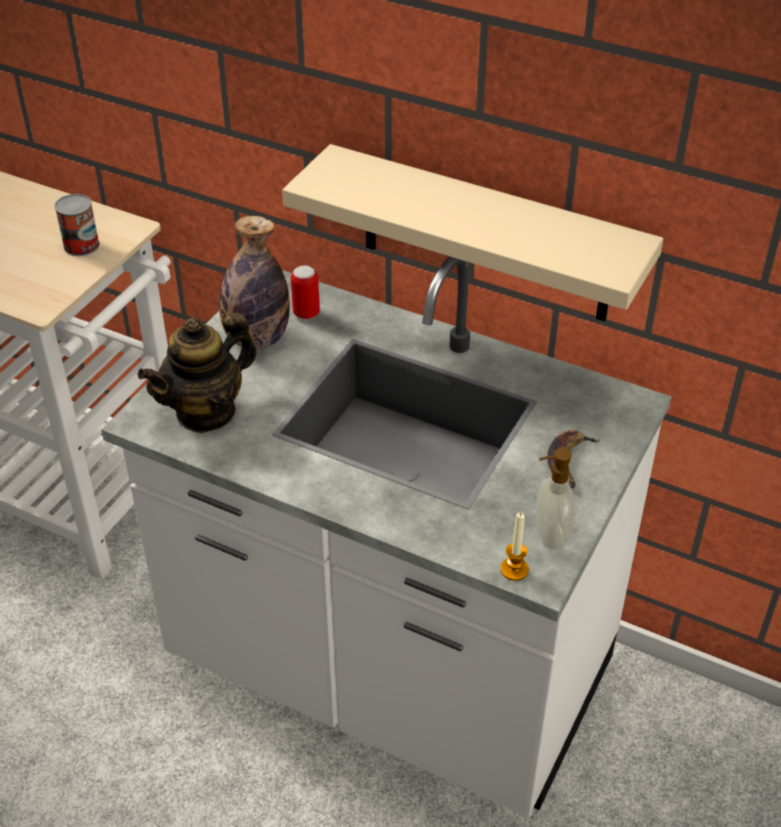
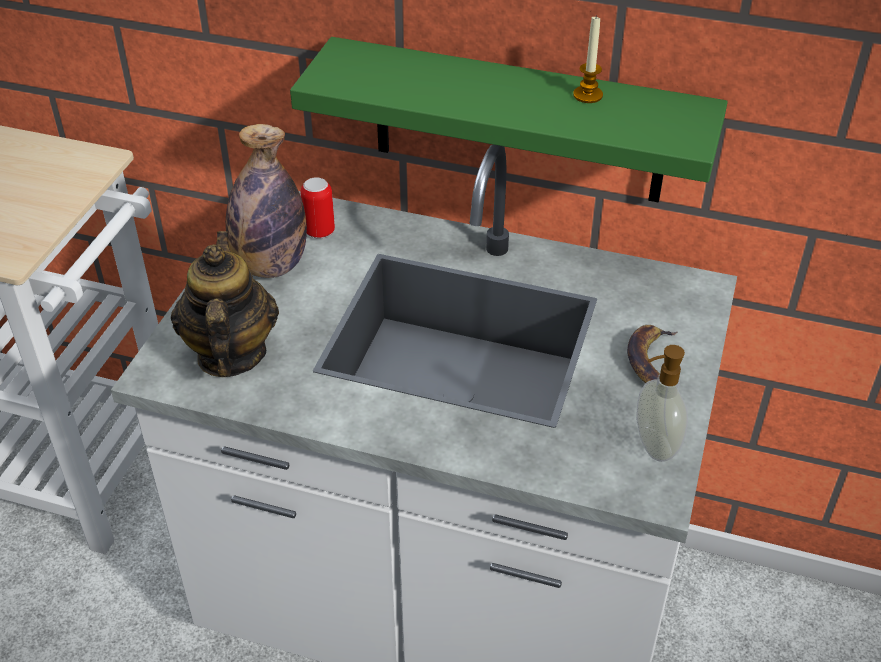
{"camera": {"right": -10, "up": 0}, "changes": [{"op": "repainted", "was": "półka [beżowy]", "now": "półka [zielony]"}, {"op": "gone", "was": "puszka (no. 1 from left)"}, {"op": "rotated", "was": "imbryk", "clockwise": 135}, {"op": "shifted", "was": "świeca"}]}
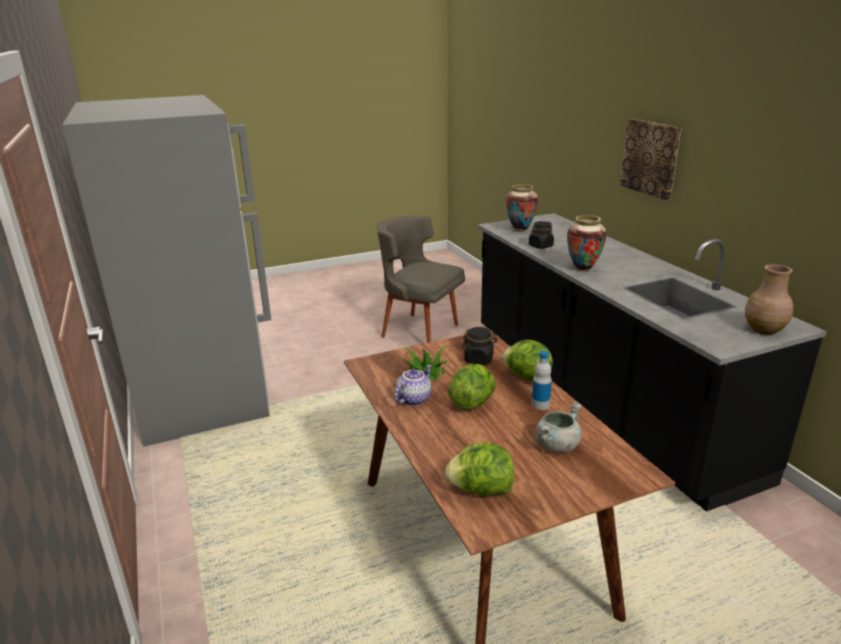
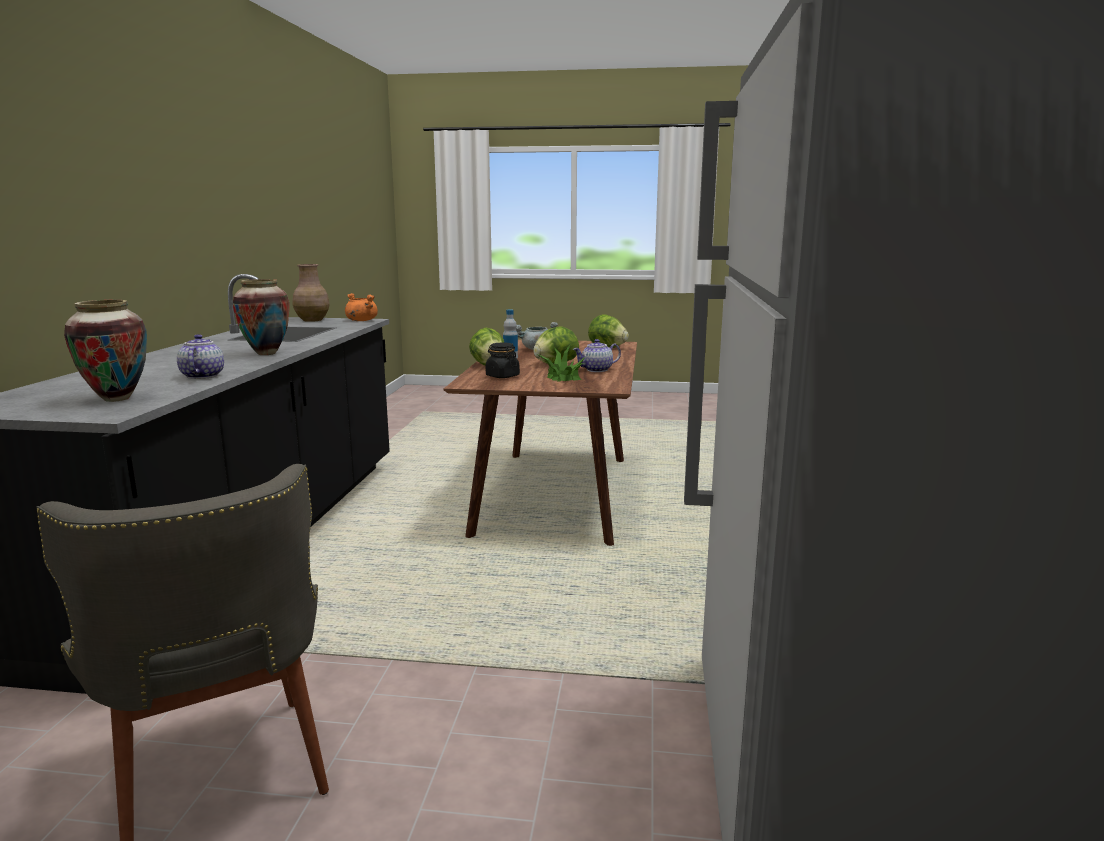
{"camera": {"right": -150, "up": -10}, "changes": [{"op": "gone", "was": "obraz"}, {"op": "swapped", "was": "słoik [czarny] (no. 2 from left)", "now": "imbryk (no. 1 from left)"}, {"op": "new", "now": "garnek [pomarańczowy]"}]}
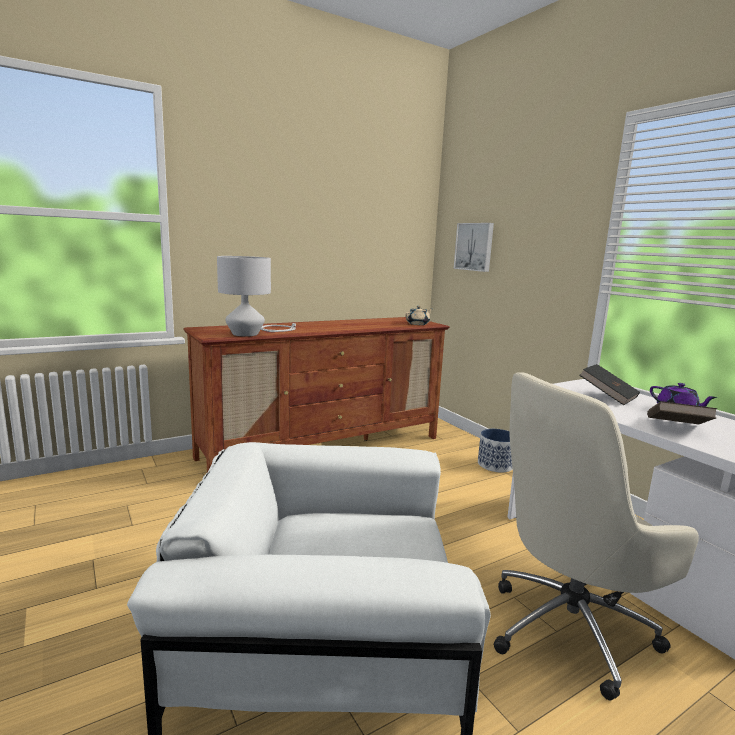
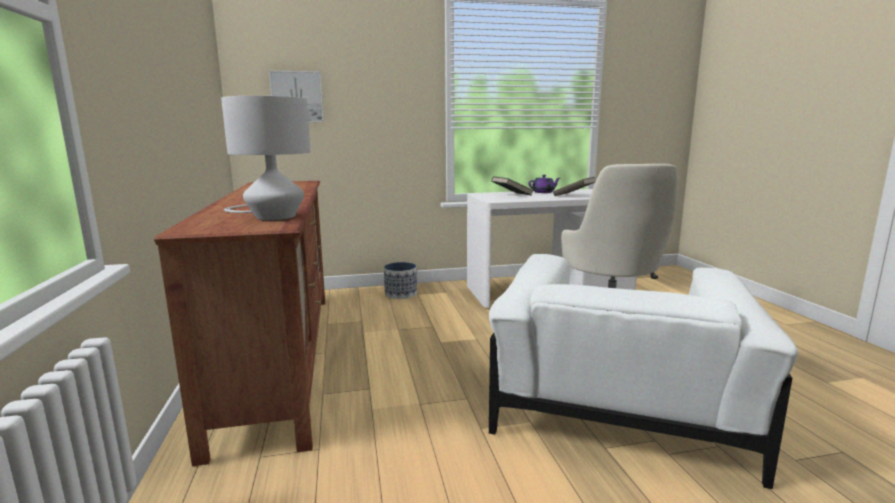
{"camera": {"right": -70, "up": 0}, "changes": [{"op": "gone", "was": "imbryk [beżowy]"}]}
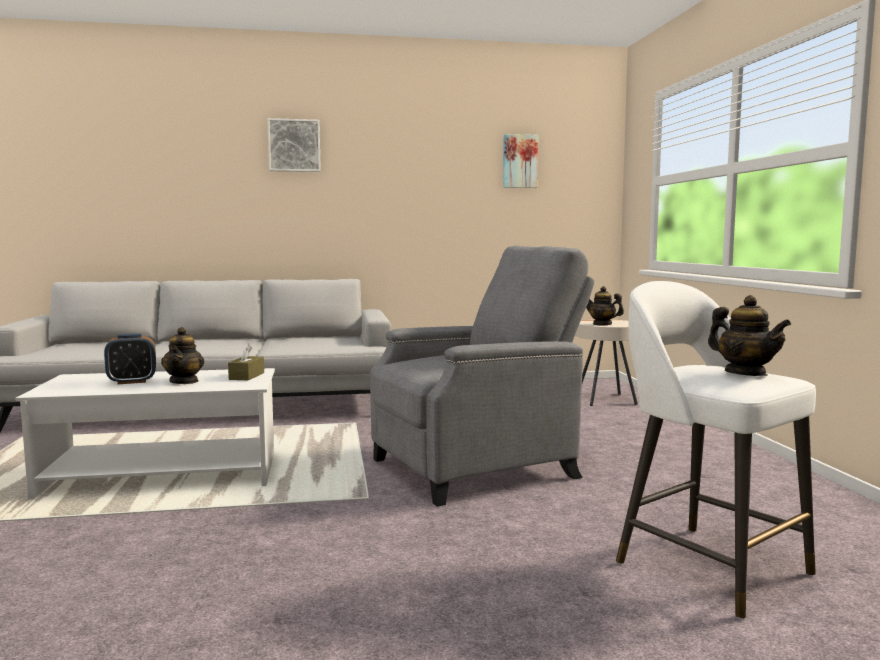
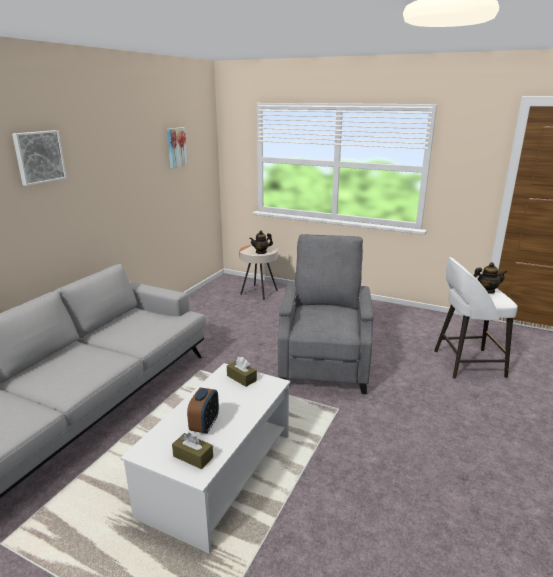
{"camera": {"right": -55, "up": 15}, "changes": [{"op": "gone", "was": "imbryk (no. 1 from left)"}, {"op": "new", "now": "pudełko chusteczek [brązowy] (no. 1 from left)"}]}
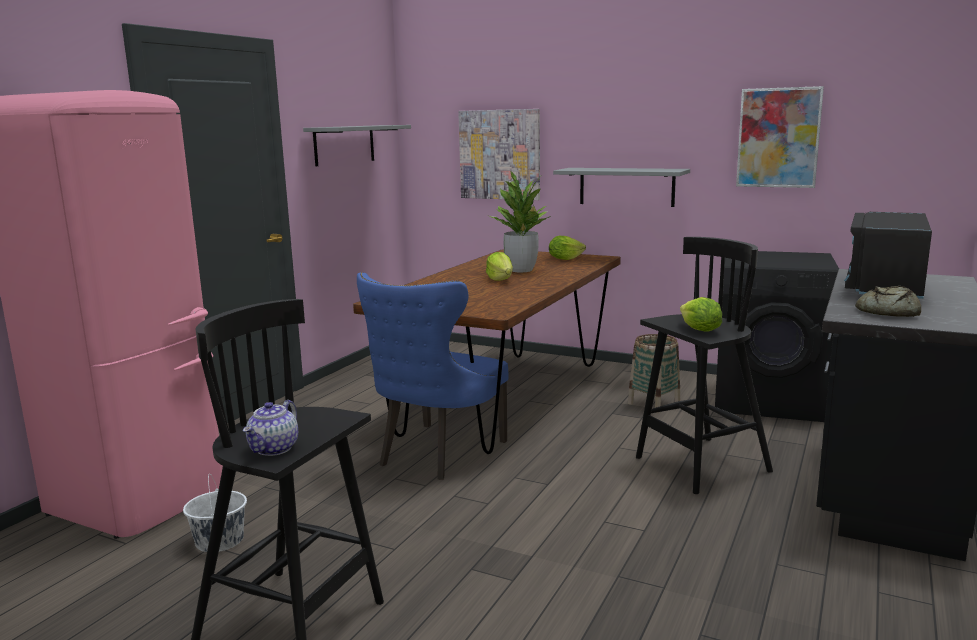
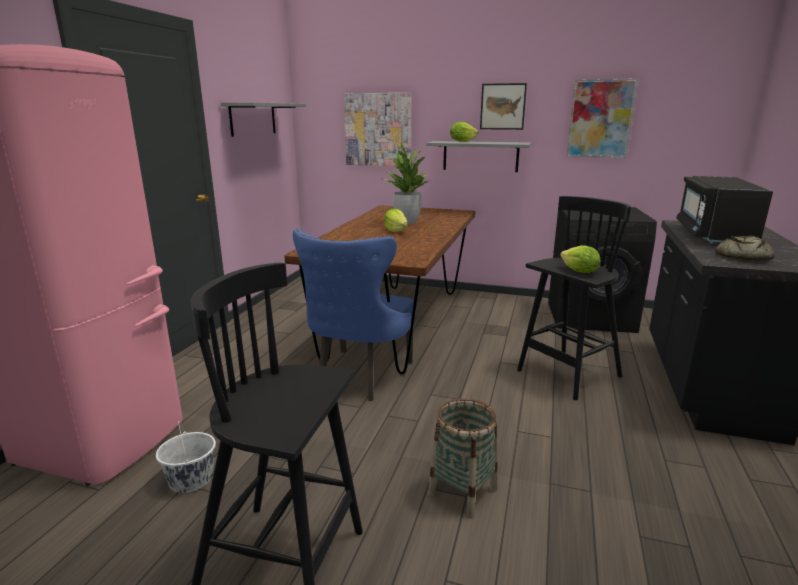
{"camera": {"right": -10, "up": 5}, "changes": [{"op": "shifted", "was": "sałata (no. 2 from left)"}, {"op": "shifted", "was": "koszyk"}, {"op": "gone", "was": "imbryk"}, {"op": "new", "now": "obraz (no. 2 from left)"}]}
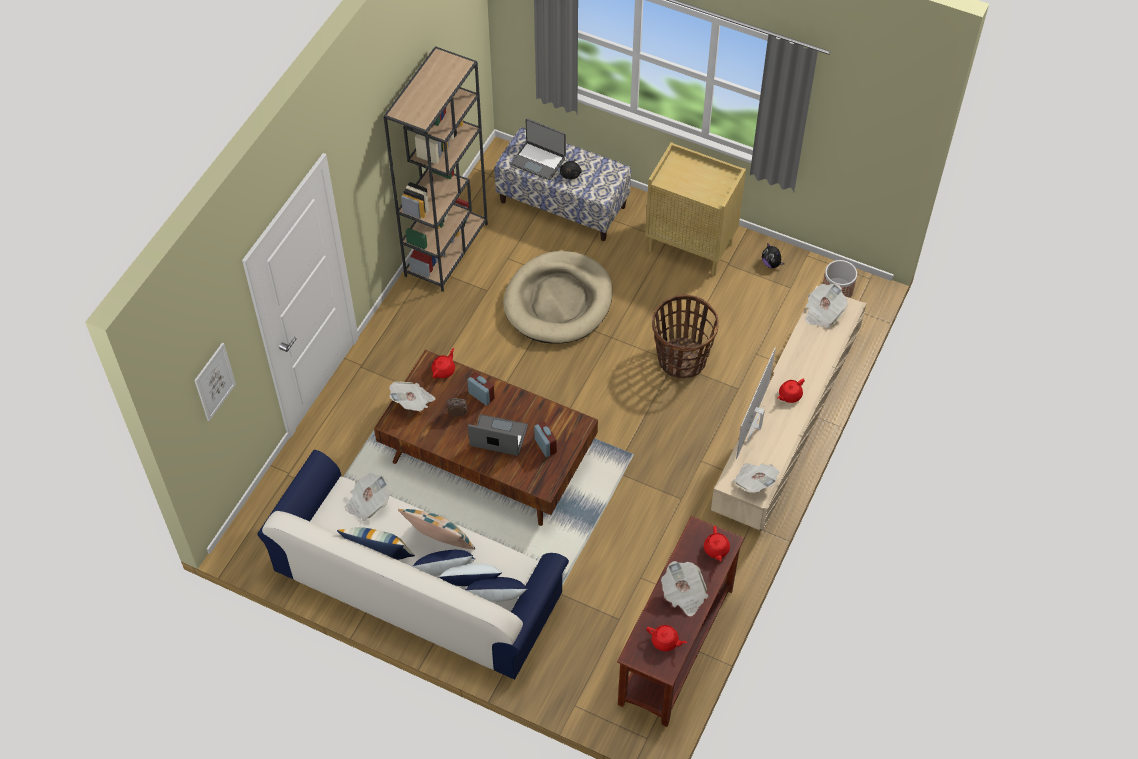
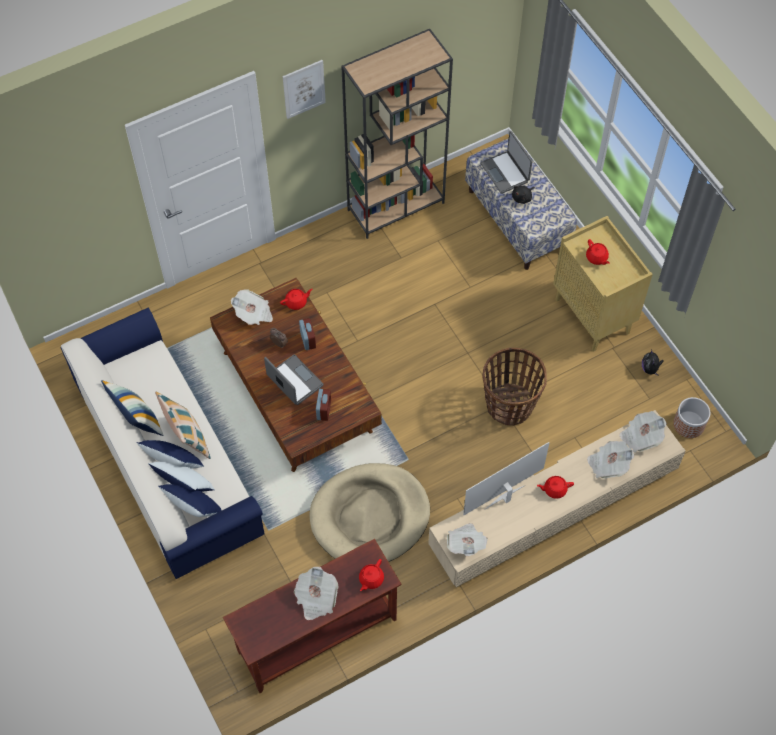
{"camera": {"right": 35, "up": 5}, "changes": [{"op": "shifted", "was": "legowisko [beżowy]"}, {"op": "shifted", "was": "obraz"}, {"op": "shifted", "was": "gazeta (no. 1 from left in the first image)", "now": "gazeta (no. 4 from left)"}, {"op": "shifted", "was": "imbryk [czerwony] (no. 2 from left in the first image)", "now": "imbryk [czerwony] (no. 4 from left)"}]}
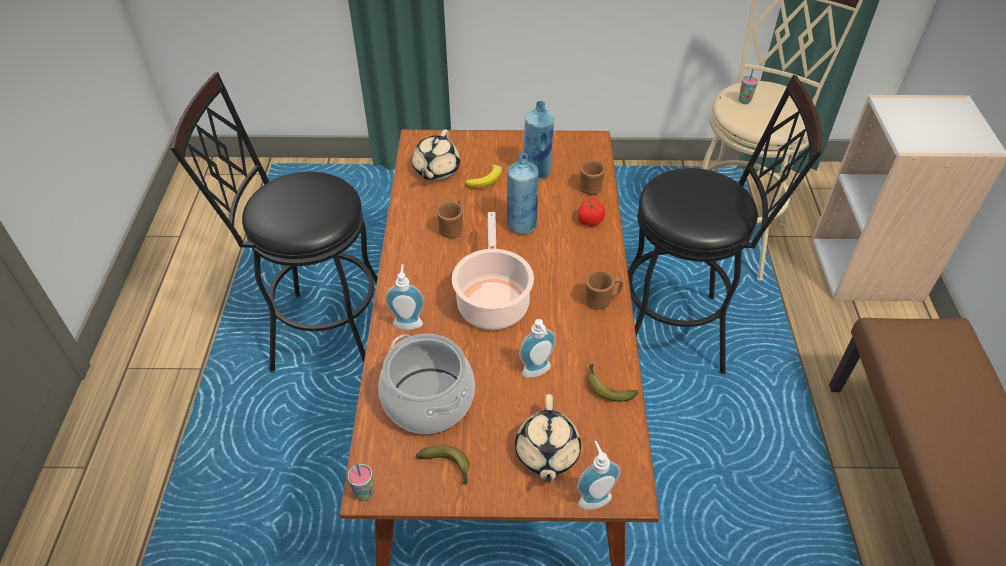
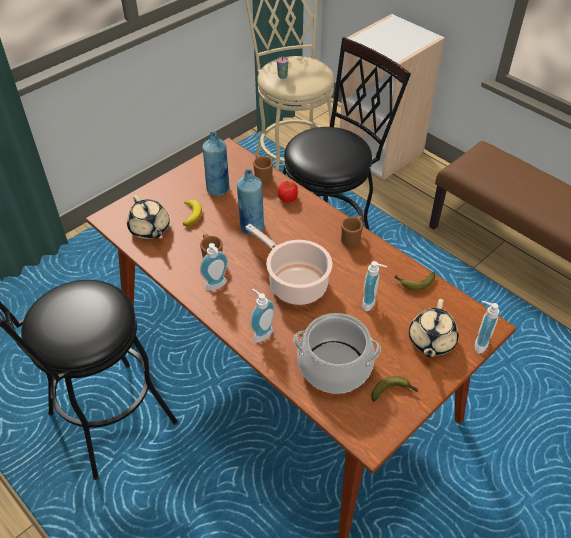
{"camera": {"right": -45, "up": 0}, "changes": [{"op": "rotated", "was": "imbryk [beżowy] (no. 2 from left)", "clockwise": 60}, {"op": "gone", "was": "filiżanka (no. 1 from left)"}, {"op": "new", "now": "dozownik mydła (no. 1 from left)"}]}
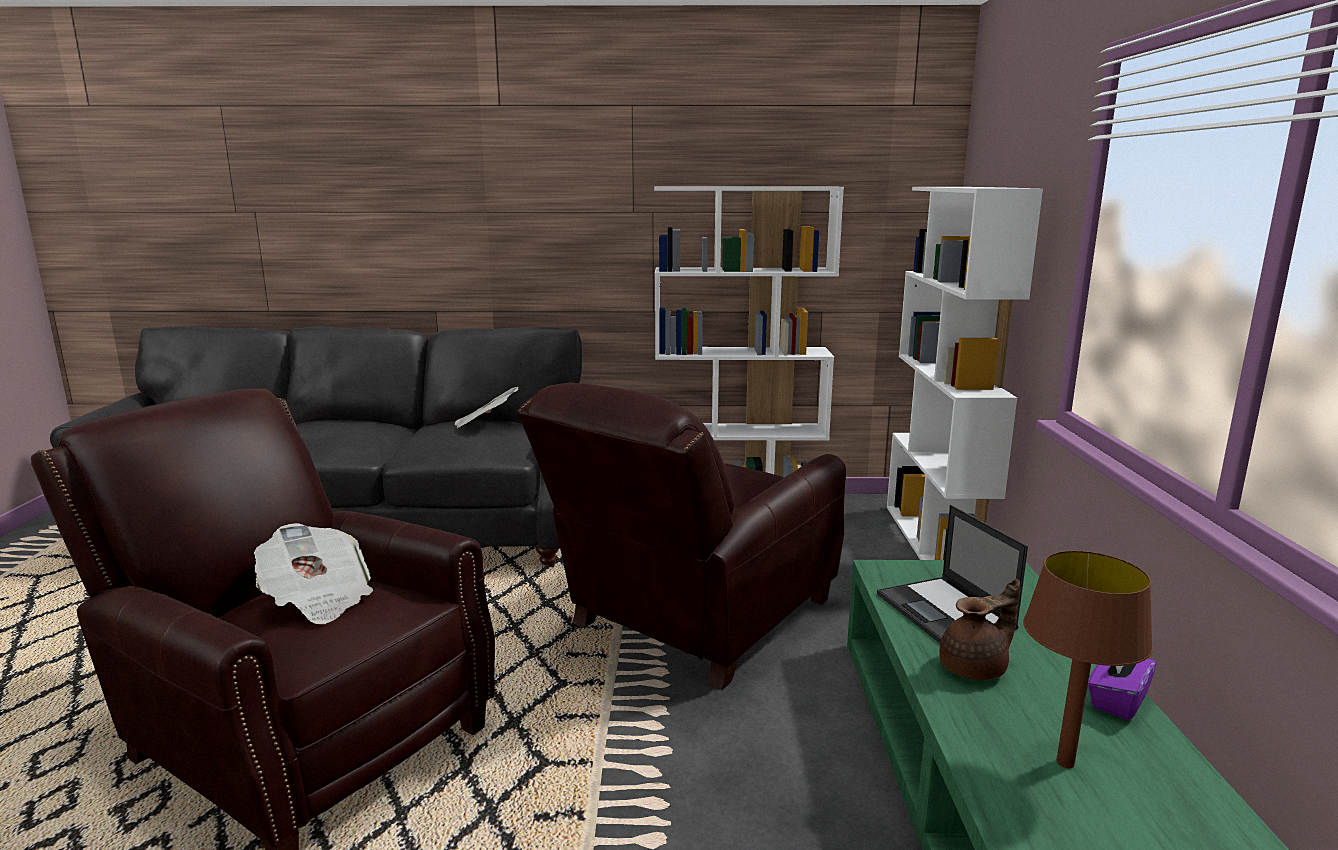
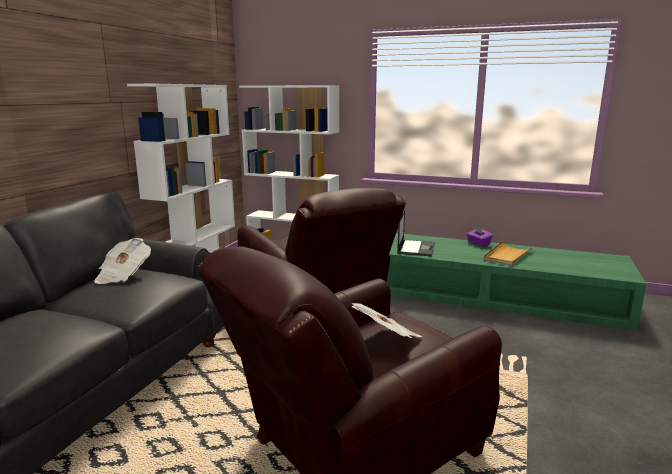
{"camera": {"right": -70, "up": 0}, "changes": [{"op": "rotated", "was": "laptop", "clockwise": -75}, {"op": "swapped", "was": "lampa stołowa [brązowy]", "now": "taca [beżowy]"}, {"op": "gone", "was": "imbryk [brązowy]"}]}
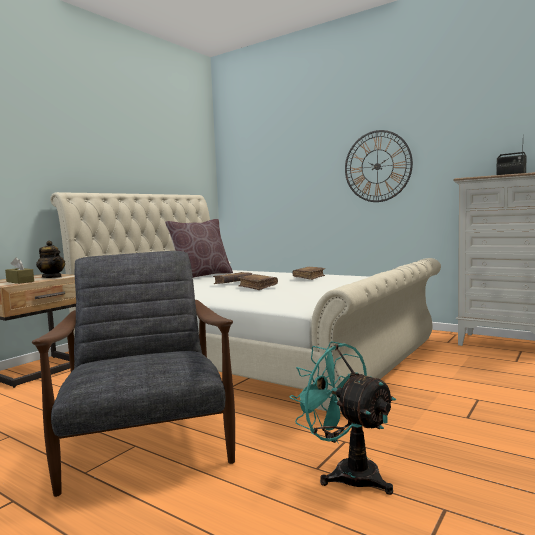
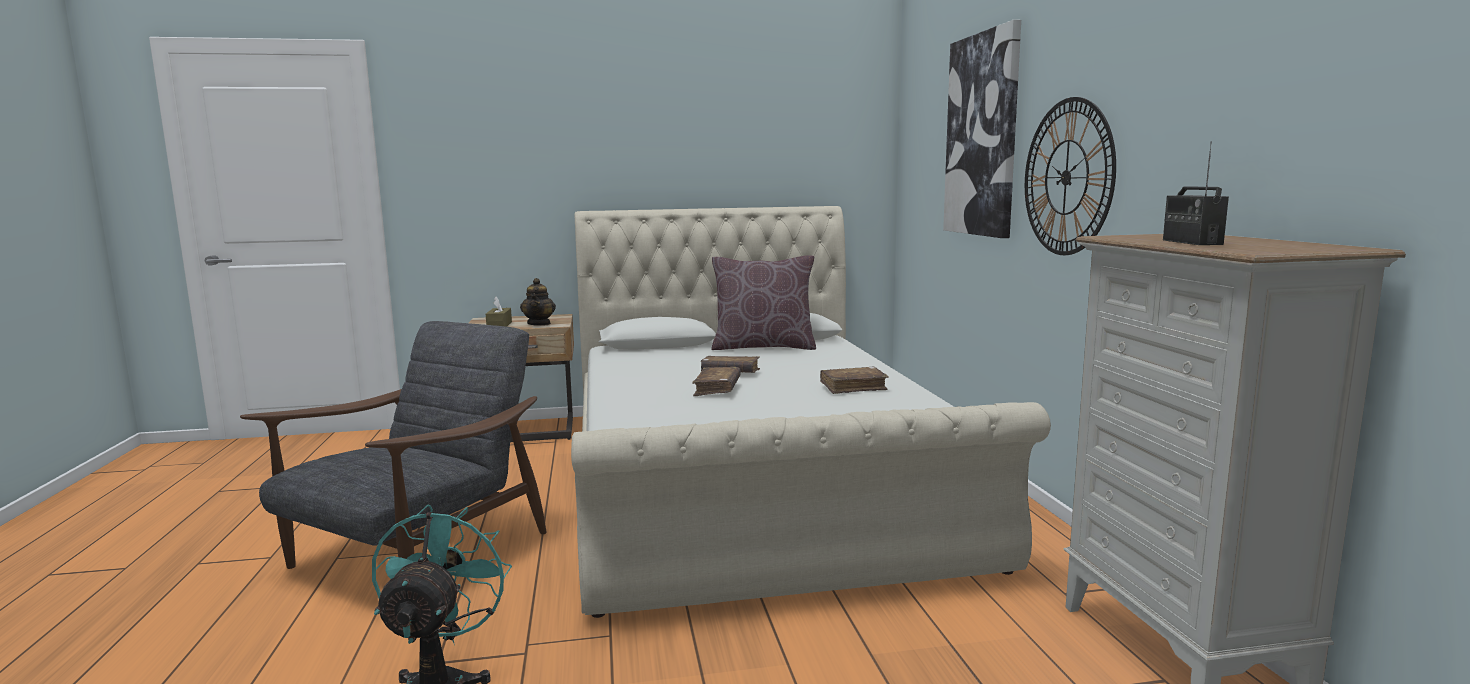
{"camera": {"right": 45, "up": 5}, "changes": [{"op": "new", "now": "obraz"}]}
